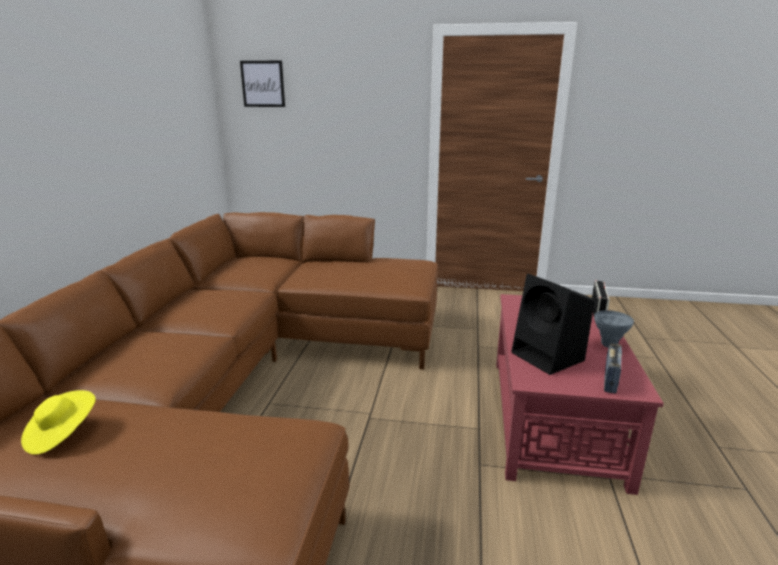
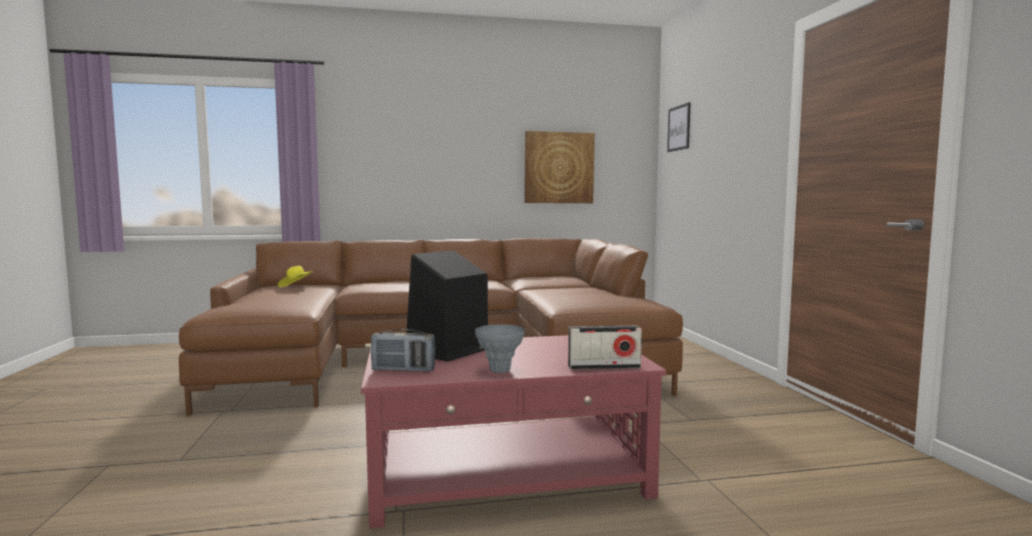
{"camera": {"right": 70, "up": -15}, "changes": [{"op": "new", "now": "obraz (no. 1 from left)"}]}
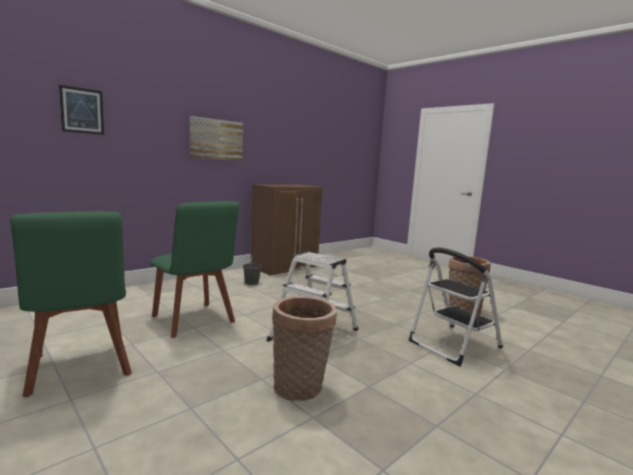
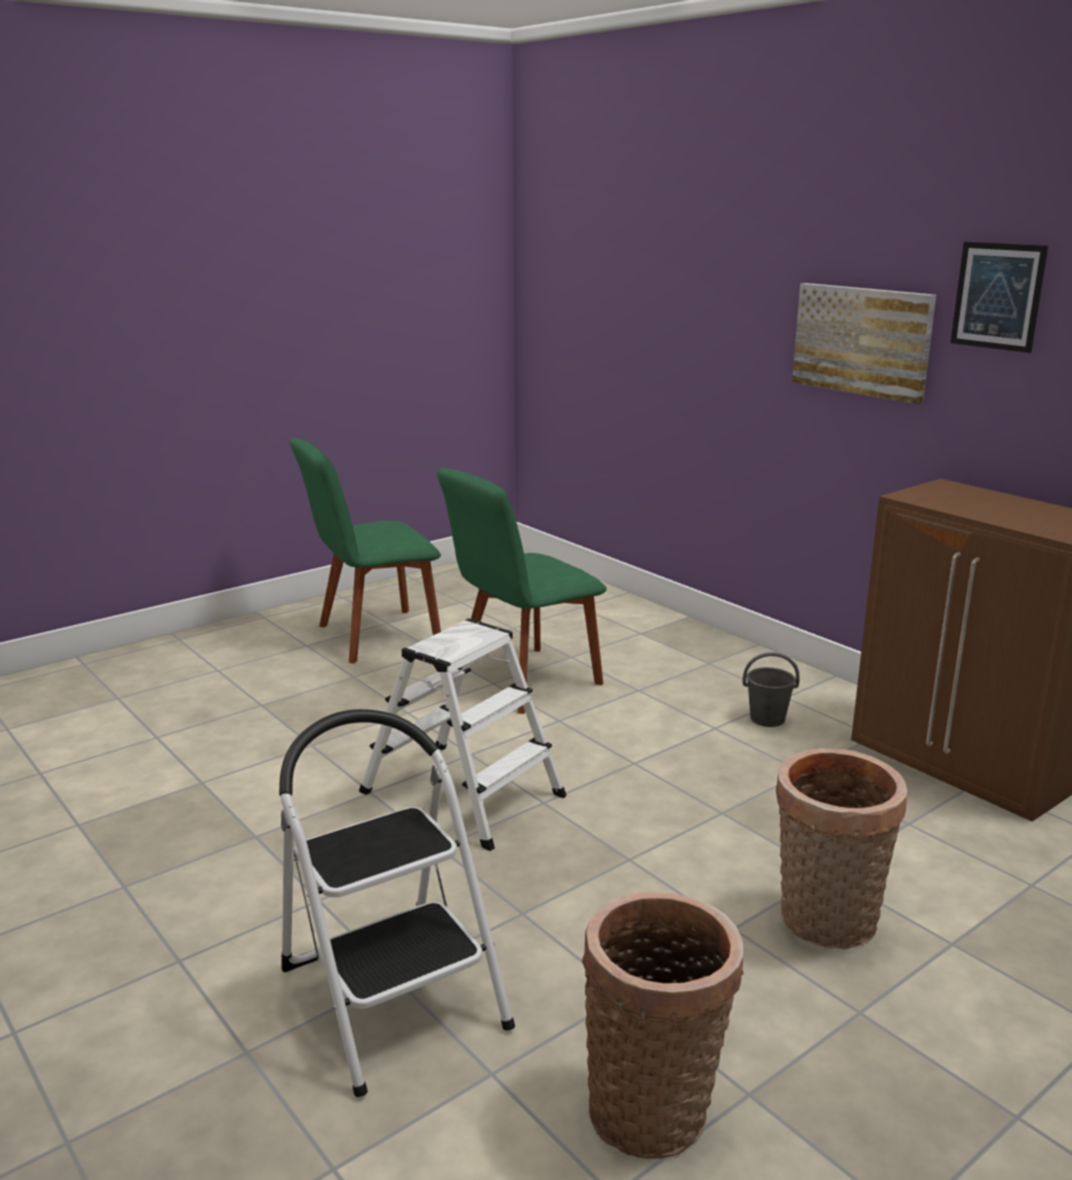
{"camera": {"right": 95, "up": 10}, "changes": [{"op": "shifted", "was": "obraz (no. 1 from left in the first image)", "now": "obraz (no. 2 from left)"}, {"op": "shifted", "was": "koszyk (no. 1 from left in the first image)", "now": "koszyk (no. 2 from left)"}]}
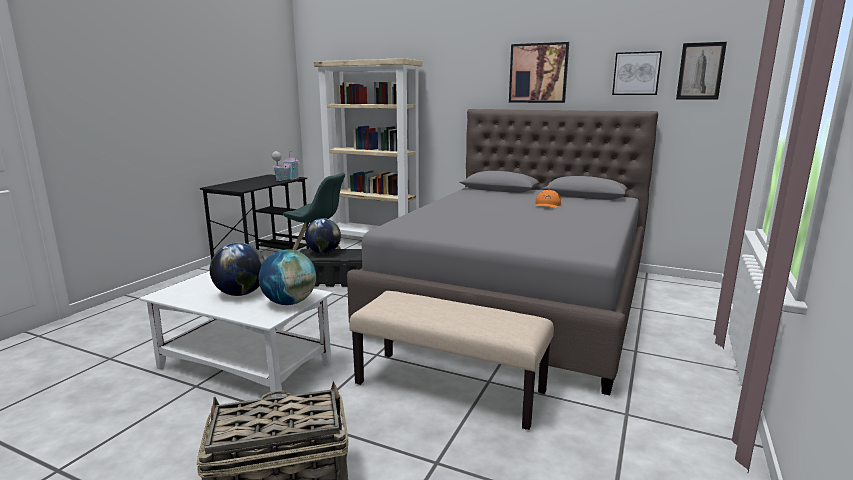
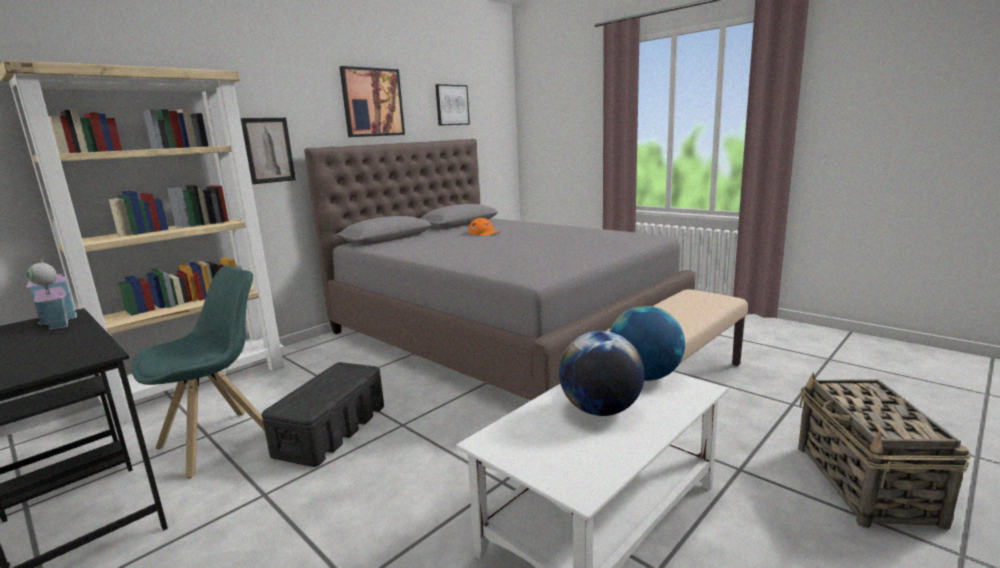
{"camera": {"right": -70, "up": 0}, "changes": [{"op": "shifted", "was": "obraz (no. 3 from left in the first image)", "now": "obraz (no. 1 from left)"}, {"op": "gone", "was": "globus (no. 3 from left)"}]}
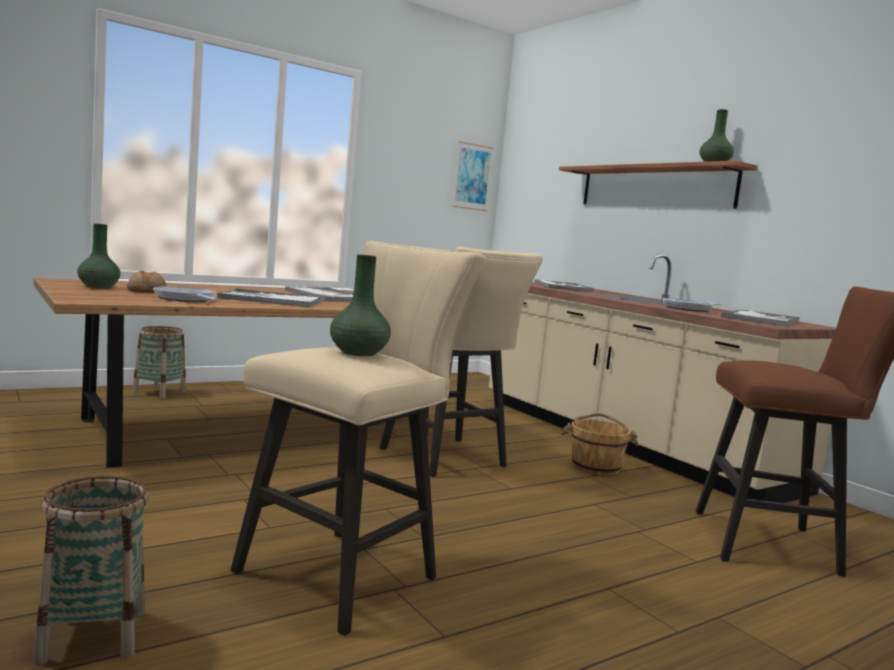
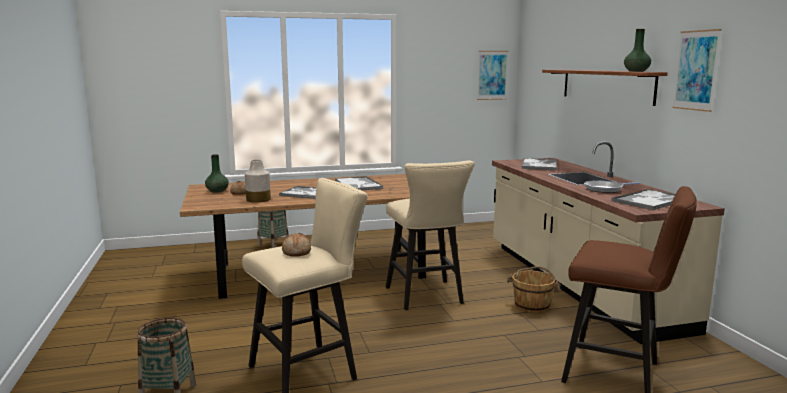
{"camera": {"right": 20, "up": 5}, "changes": [{"op": "swapped", "was": "wazon [zielony] (no. 2 from left)", "now": "chleb (no. 2 from left)"}, {"op": "swapped", "was": "patelnia (no. 1 from left)", "now": "wazon [beżowy]"}, {"op": "new", "now": "obraz (no. 2 from left)"}]}
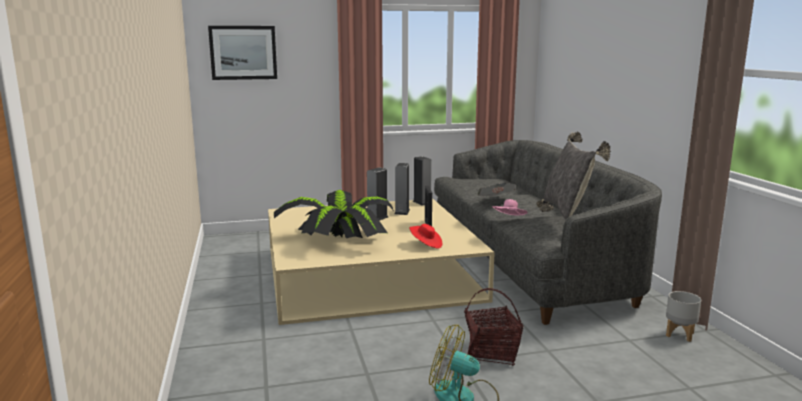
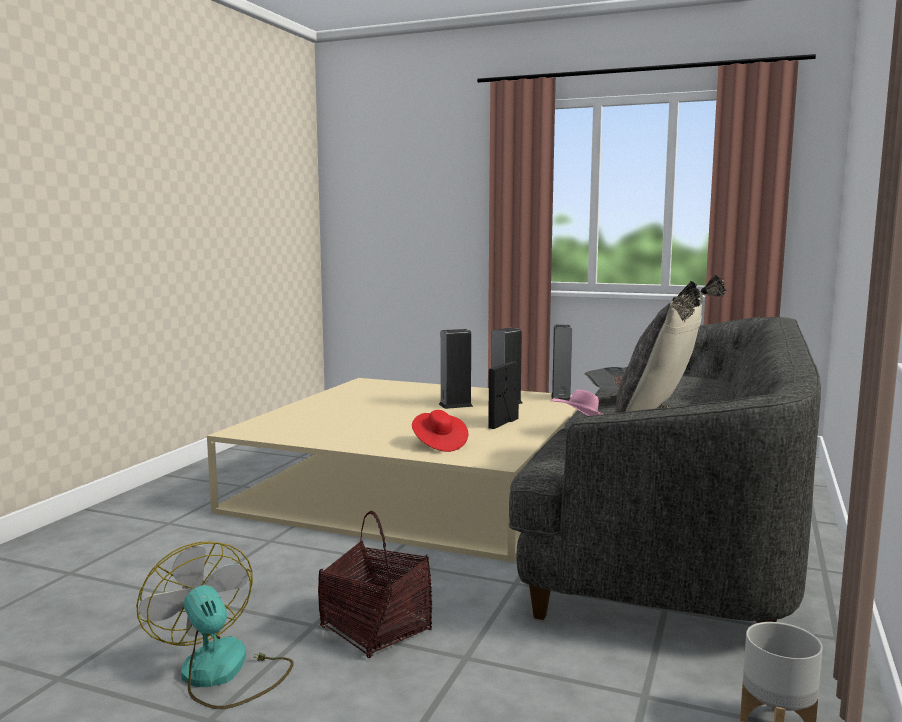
{"camera": {"right": 35, "up": -5}, "changes": [{"op": "gone", "was": "obraz"}, {"op": "gone", "was": "roślina doniczkowa"}]}
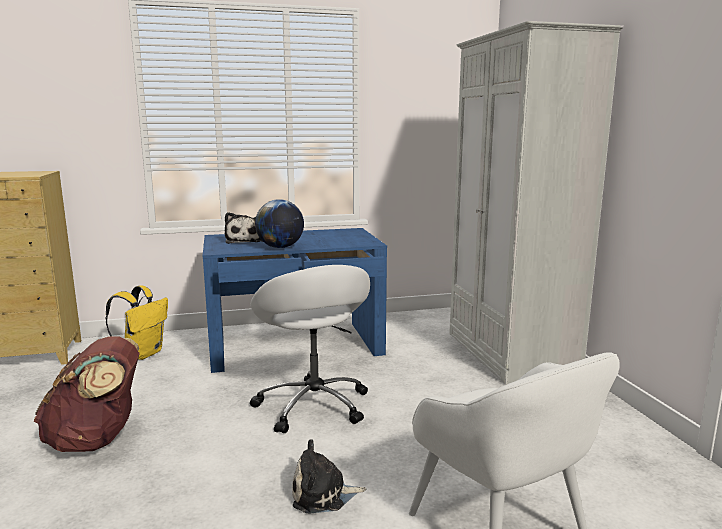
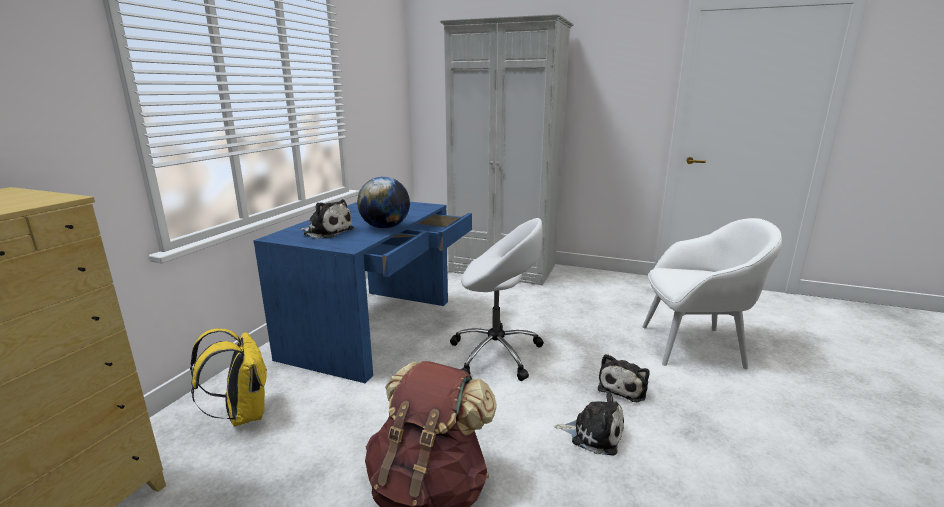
{"camera": {"right": -55, "up": 5}, "changes": [{"op": "new", "now": "pluszak (no. 2 from left)"}]}
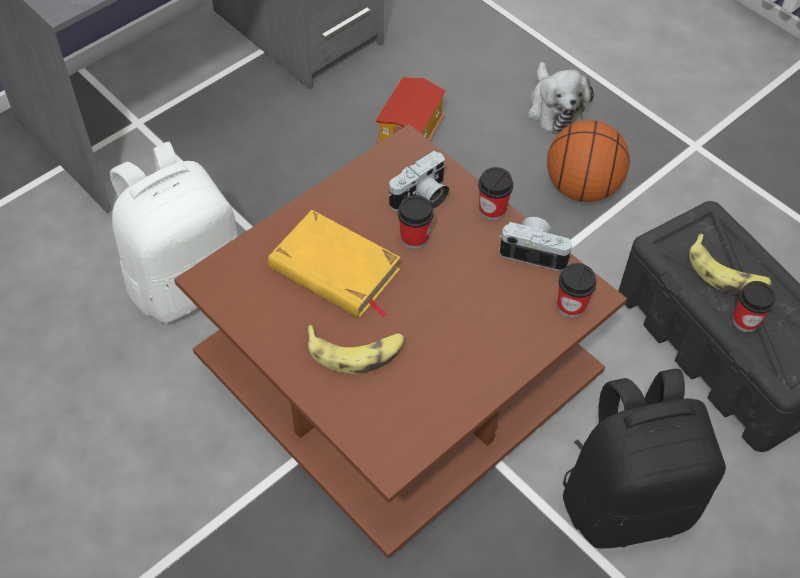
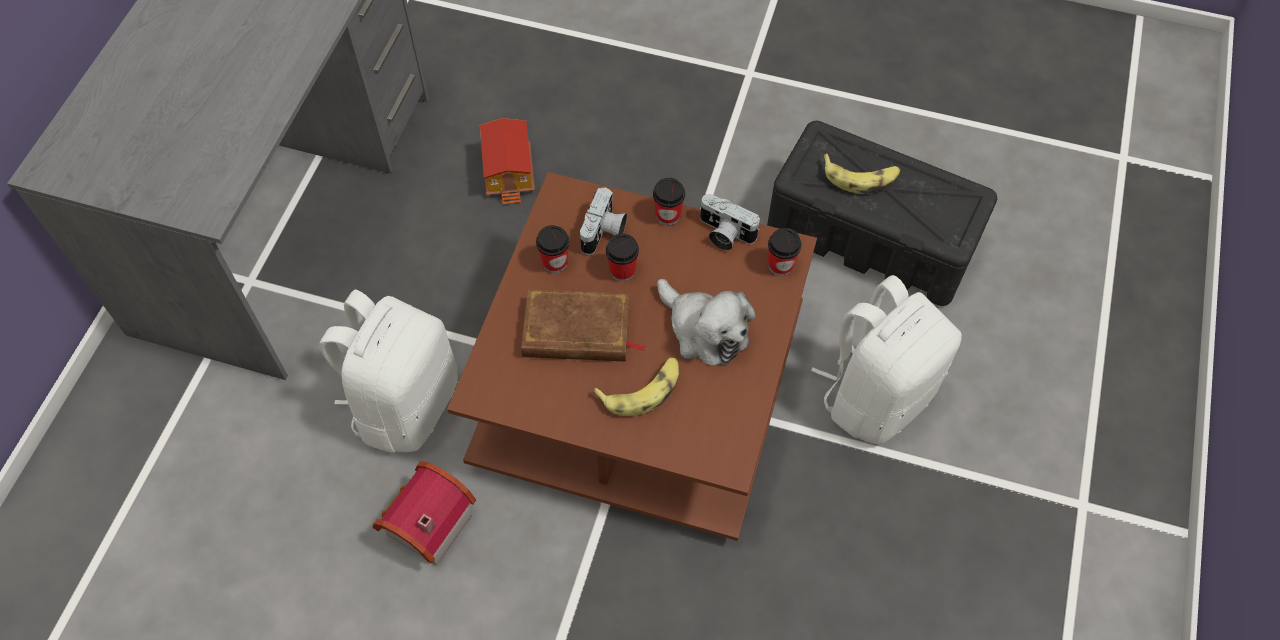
{"camera": {"right": -30, "up": 5}, "changes": [{"op": "shifted", "was": "pluszak"}, {"op": "gone", "was": "piłka do koszykówki"}, {"op": "repainted", "was": "książka [żółty]", "now": "książka [brązowy]"}, {"op": "rotated", "was": "aparat fotograficzny (no. 2 from left)", "clockwise": -135}, {"op": "shifted", "was": "filiżanka (no. 4 from left in the first image)", "now": "filiżanka (no. 1 from left)"}, {"op": "repainted", "was": "plecak [czarny]", "now": "plecak [biały] (no. 2 from left)"}, {"op": "new", "now": "domek (no. 1 from left)"}]}
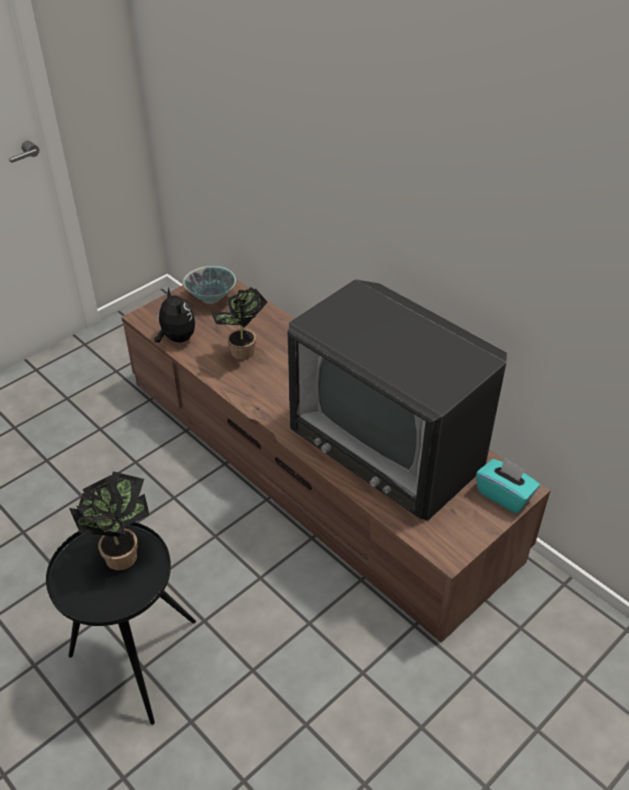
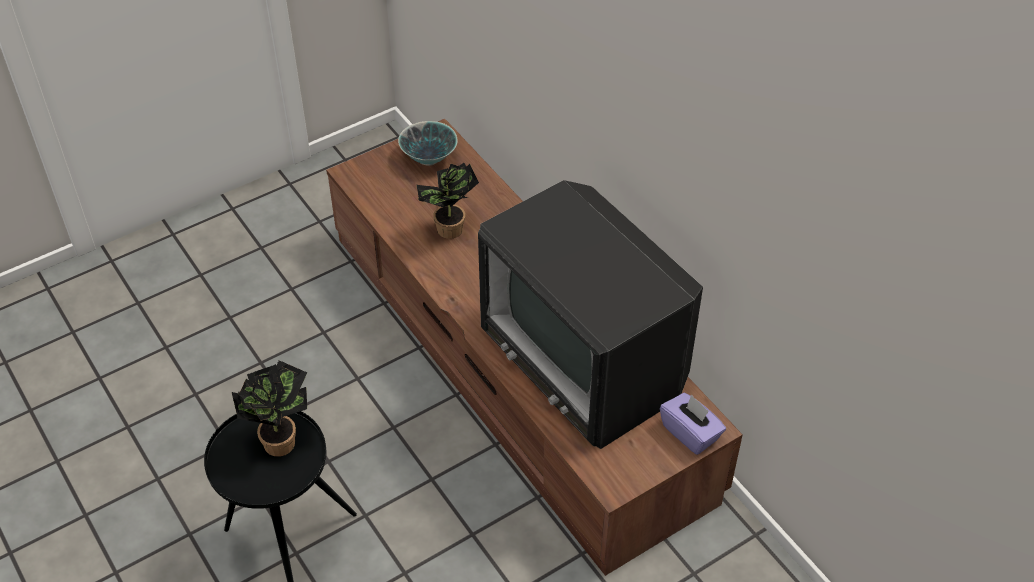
{"camera": {"right": 10, "up": 5}, "changes": [{"op": "gone", "was": "pluszak"}, {"op": "repainted", "was": "pudełko chusteczek [turkusowy]", "now": "pudełko chusteczek [fioletowy]"}]}
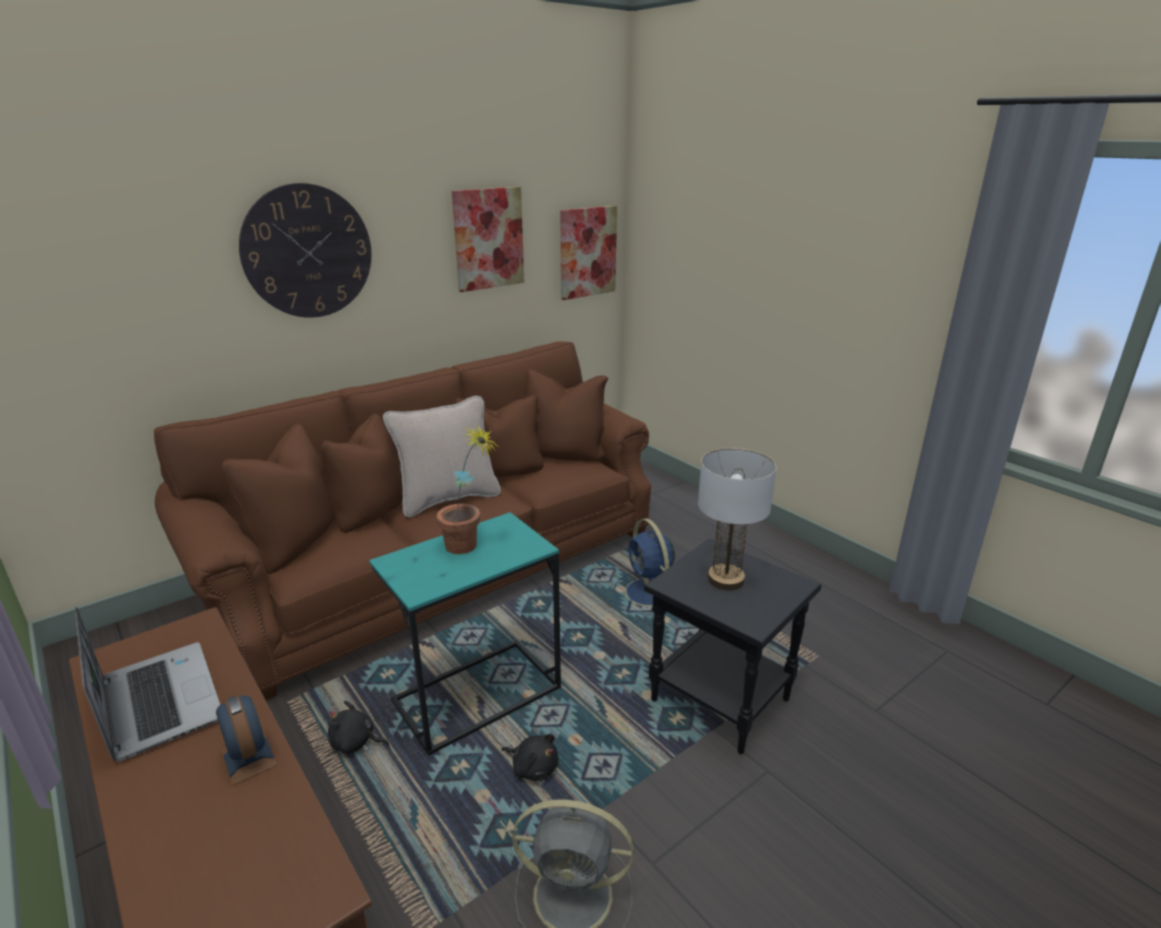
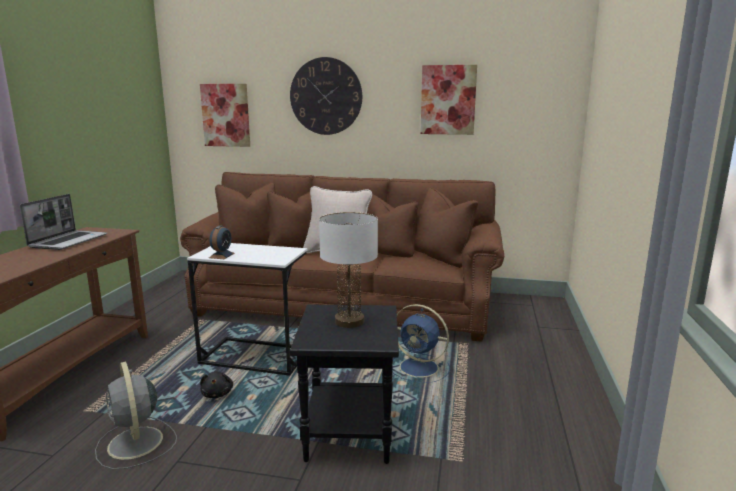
{"camera": {"right": 50, "up": -10}, "changes": [{"op": "shifted", "was": "obraz (no. 2 from left in the first image)", "now": "obraz (no. 1 from left)"}, {"op": "gone", "was": "roślina doniczkowa"}, {"op": "repainted", "was": "stolik [turkusowy]", "now": "stolik [biały]"}, {"op": "rotated", "was": "wentylator [niebieski]", "clockwise": -90}, {"op": "shifted", "was": "budzik"}, {"op": "gone", "was": "pluszak [czarny] (no. 1 from left)"}]}
